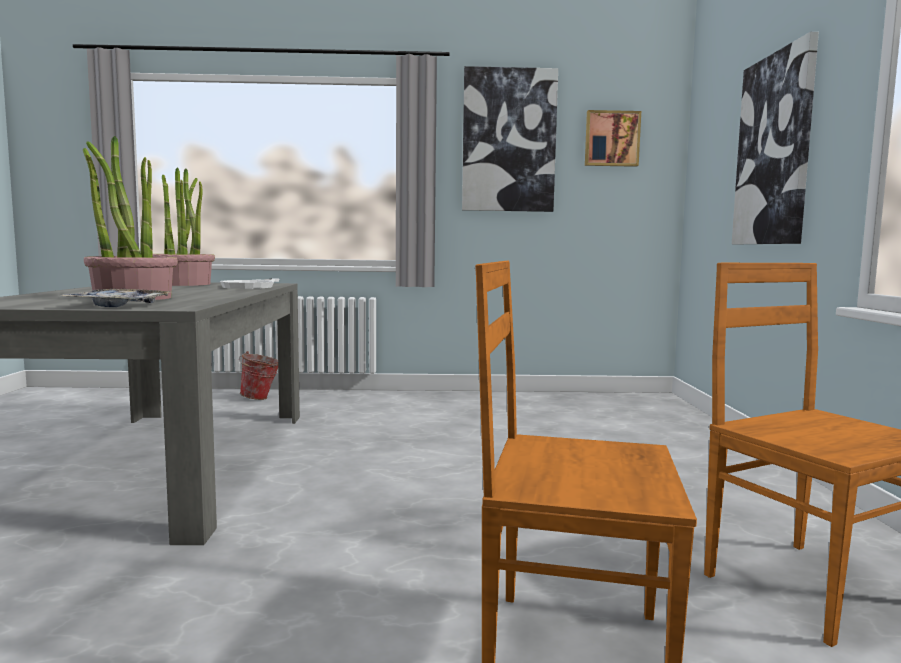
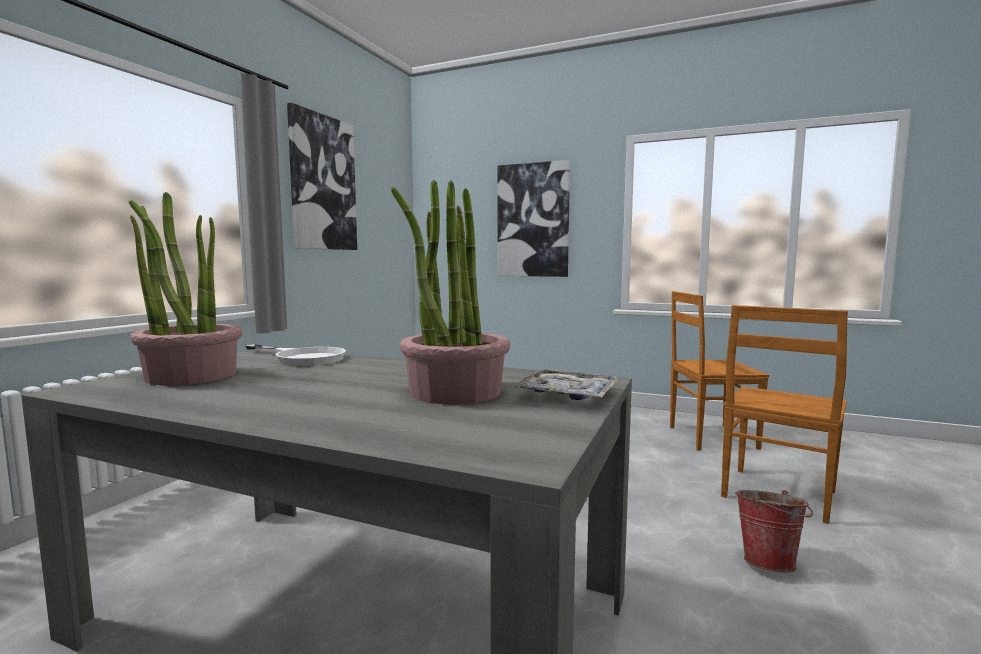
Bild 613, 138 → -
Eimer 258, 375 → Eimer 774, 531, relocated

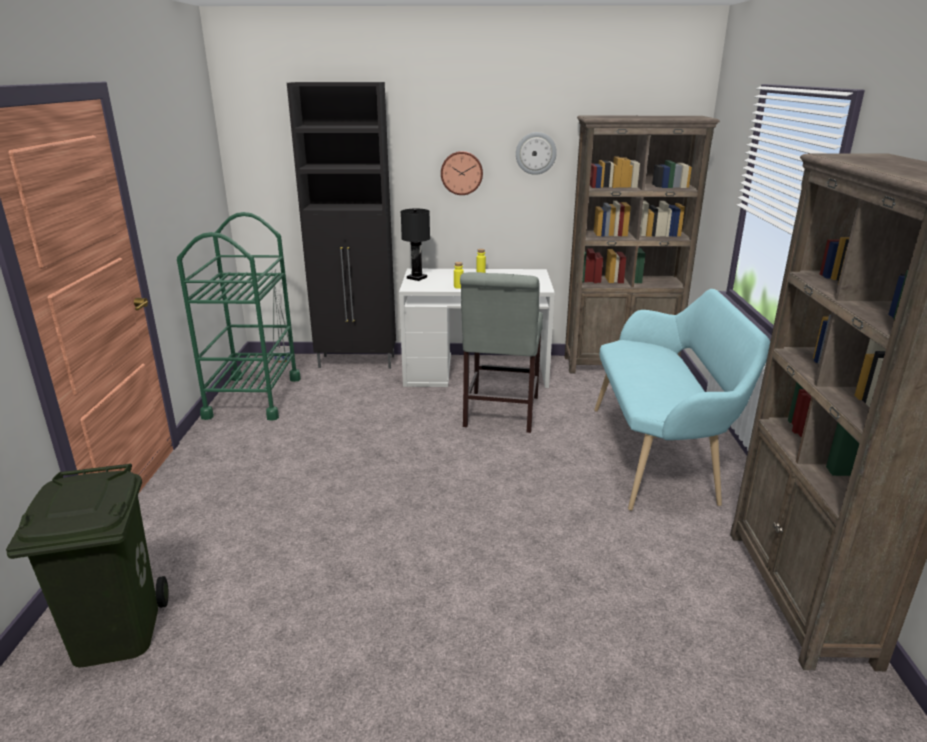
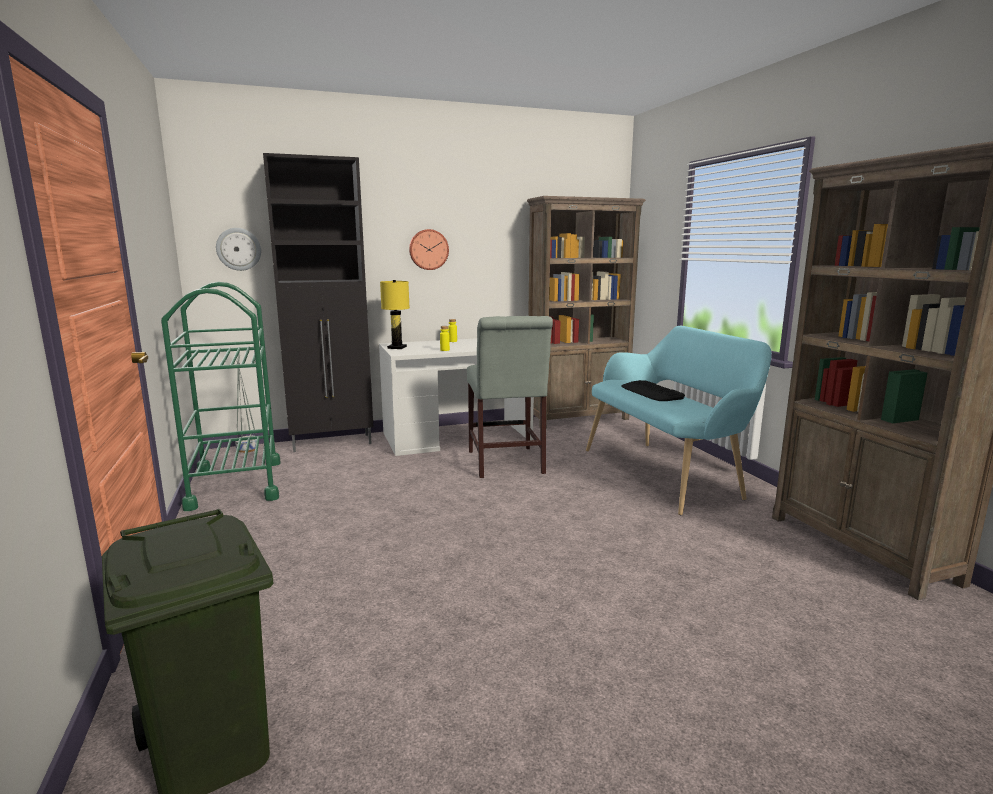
- → Tastatur 653, 390
Wanduhr 536, 153 → Wanduhr 238, 249, relocated
Tischlampe/schwarz 415, 245 → Tischlampe/gelb 395, 314

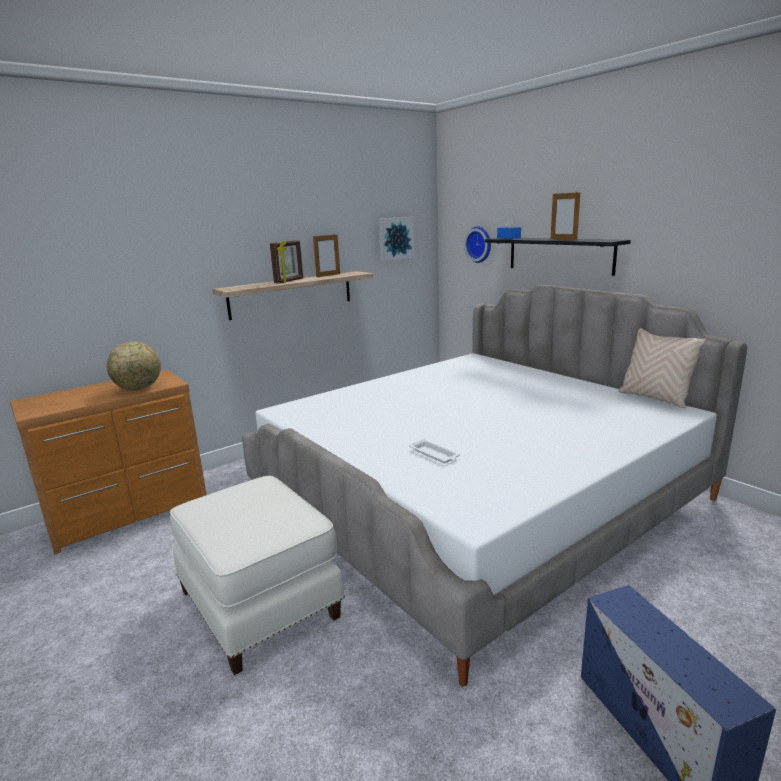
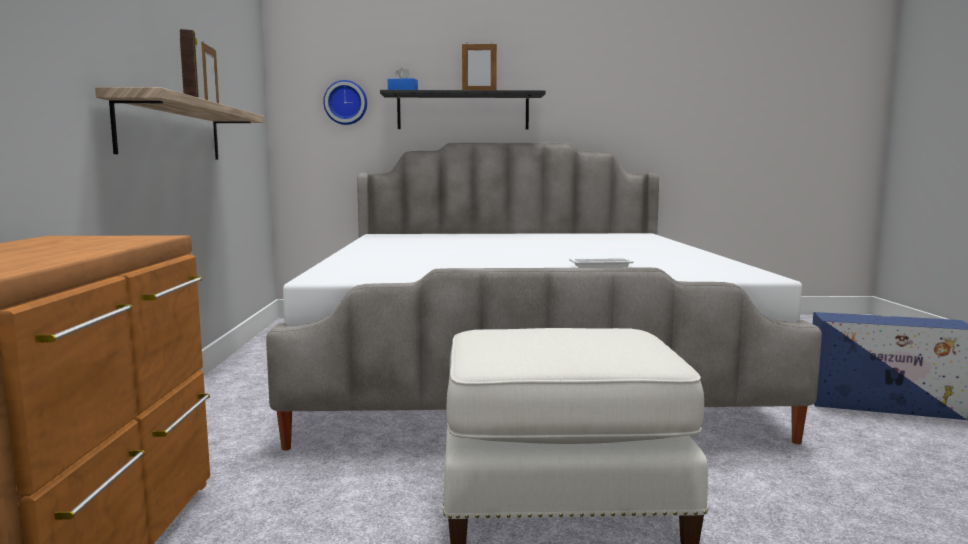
Globus 134, 366 → -
Bild 396, 239 → -
Kissen/beige 662, 368 → -

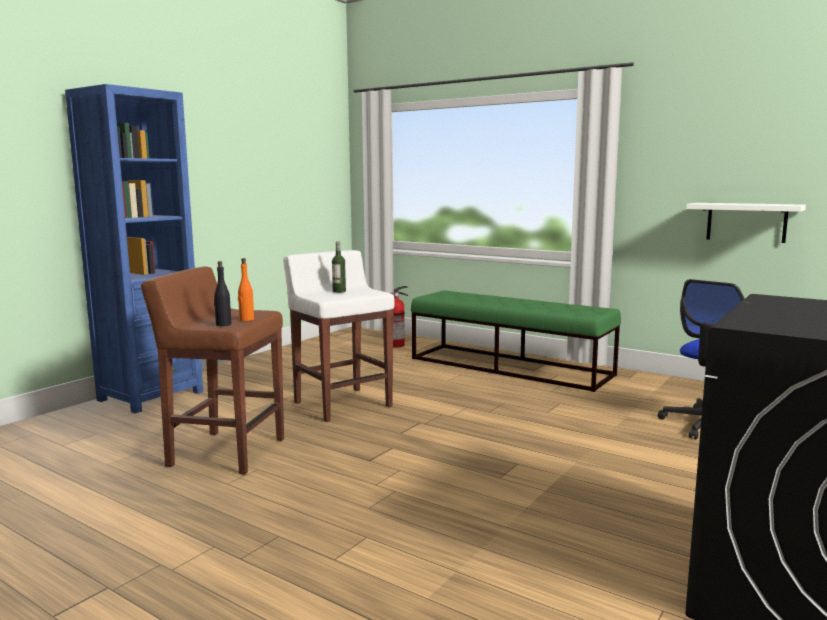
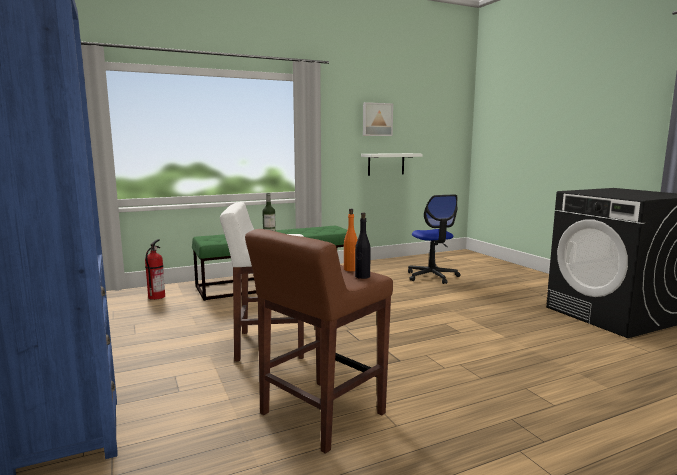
- → Bild 378, 119

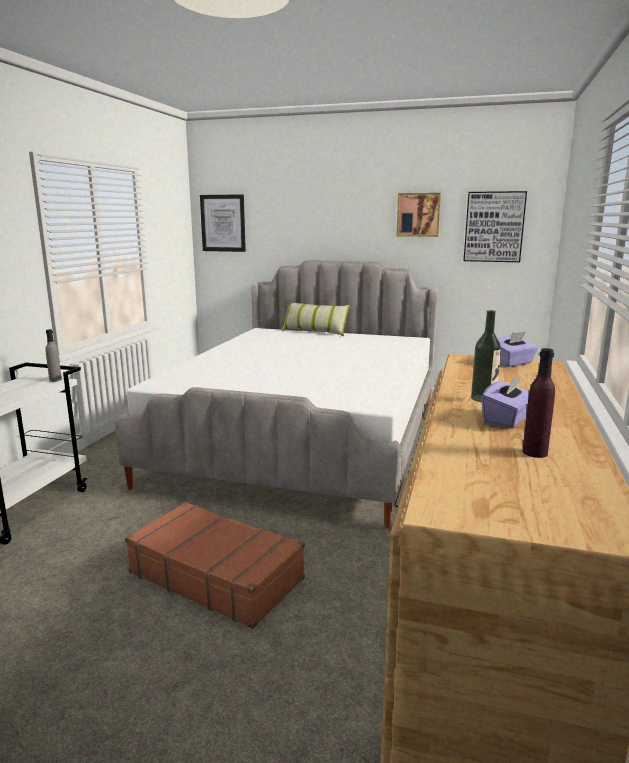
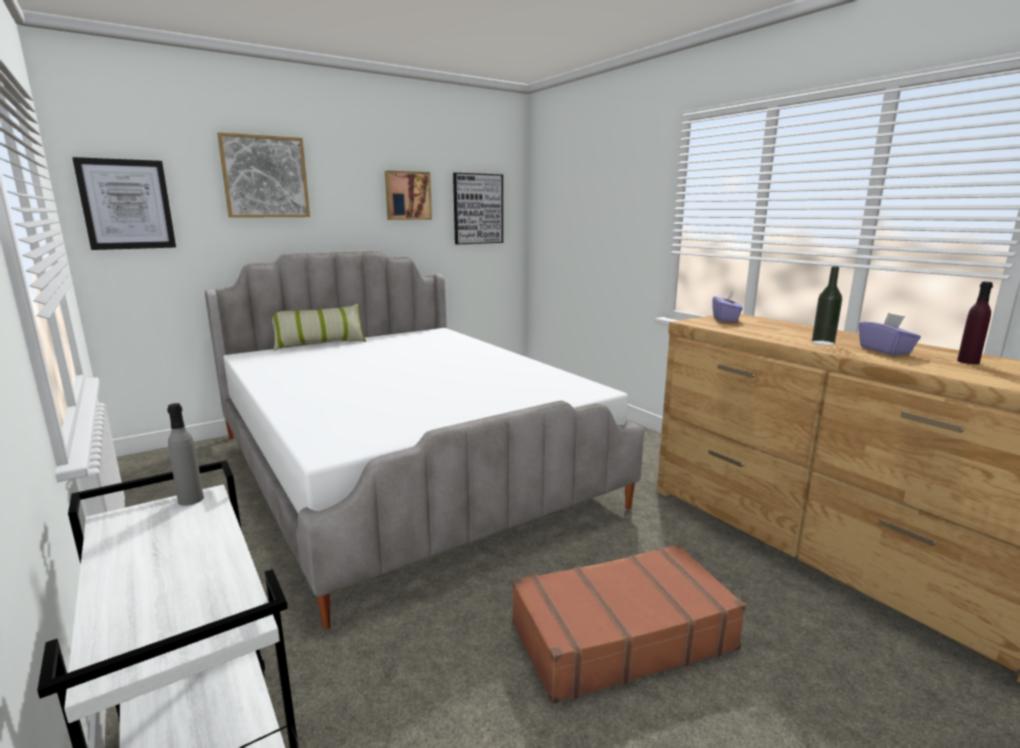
- → Bild 263, 175

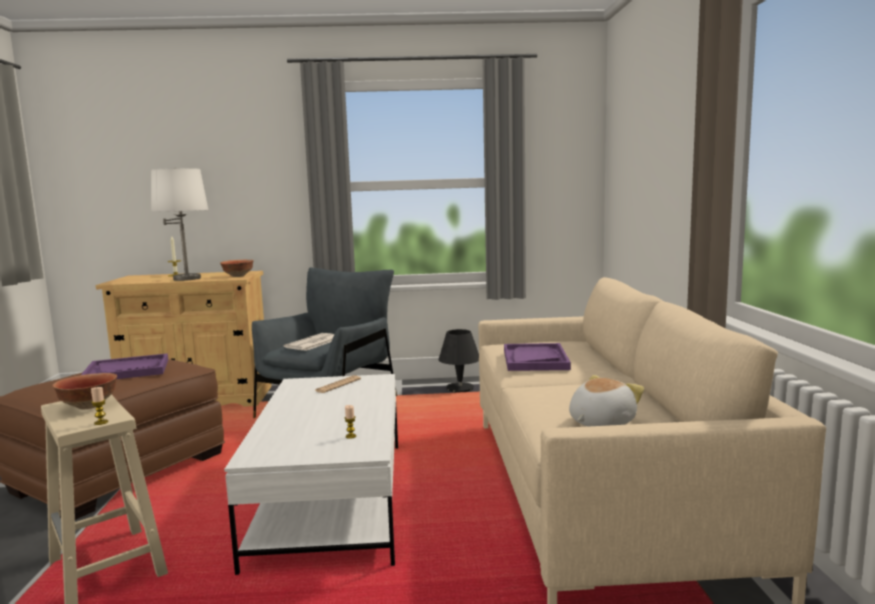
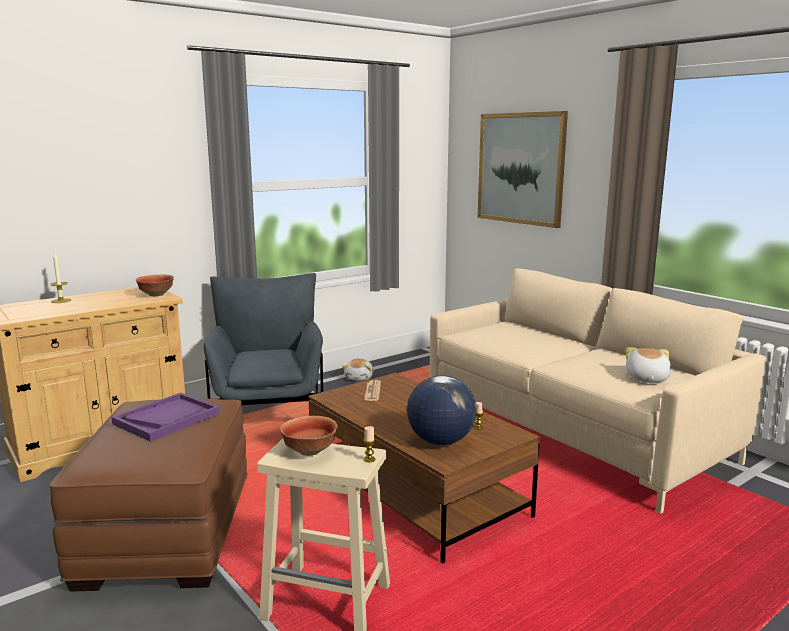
Tischlampe/weiß 179, 224 → -
Zeitung 309, 342 → -
Tablett/lila 537, 357 → -
- → Globus 441, 410
- → Bild 523, 169
Tischlampe/schwarz 459, 361 → Plüschtier 357, 370
Couchtisch/weiß 311, 474 → Couchtisch/braun 424, 468

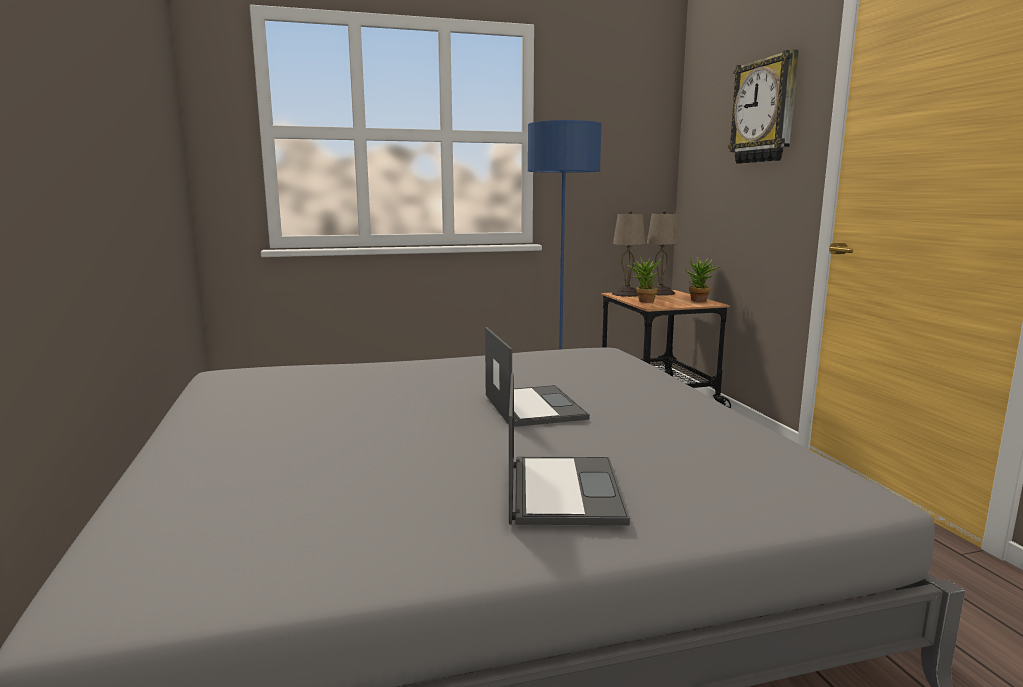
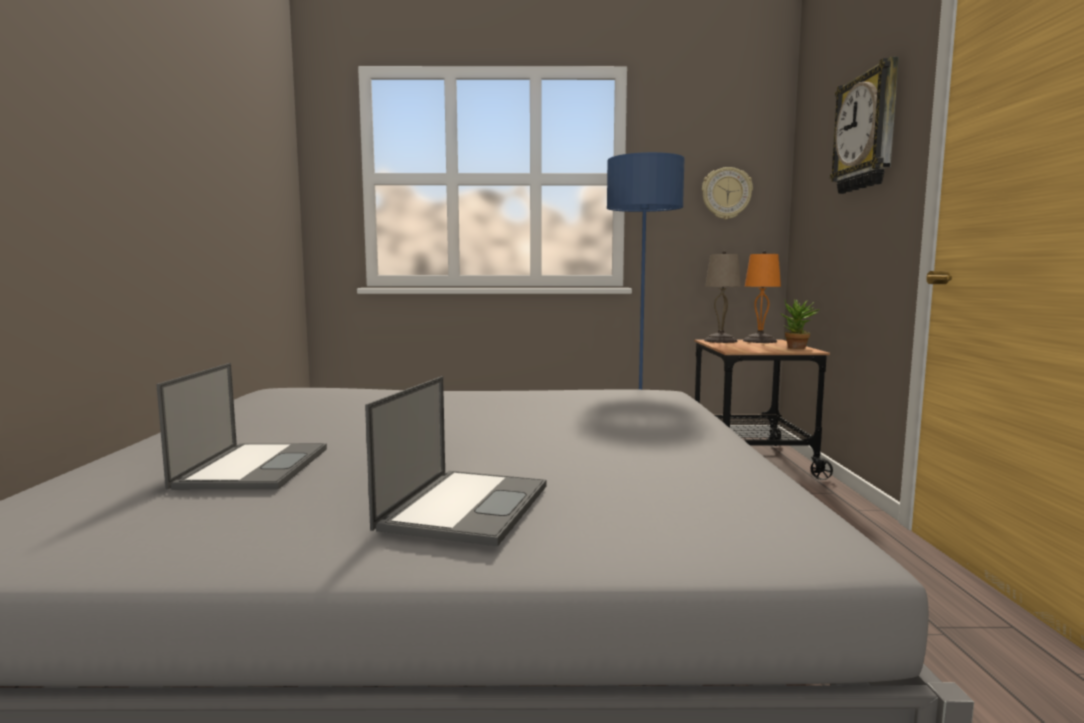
Topfpflanze 644, 279 → -
- → Wanduhr 727, 193
Laptop 537, 377 → Laptop 241, 426, relocated
Tischlampe/beige 663, 253 → Tischlampe/orange 762, 297

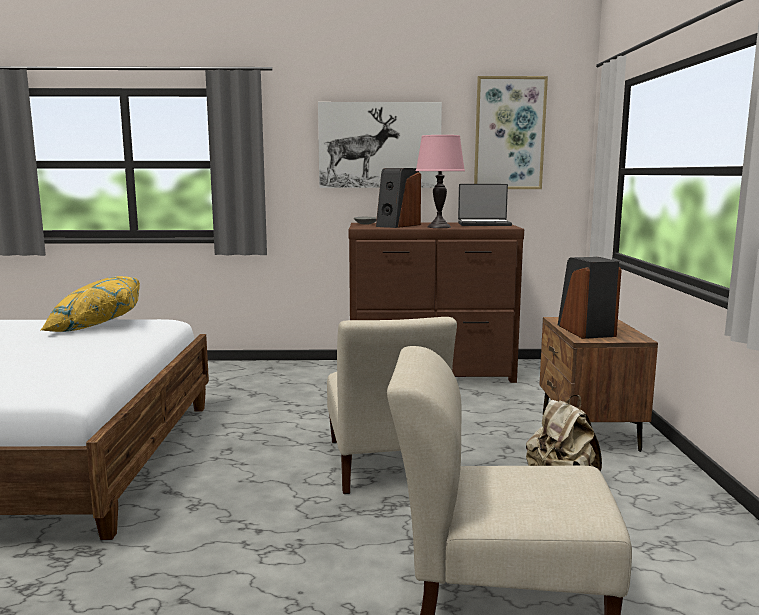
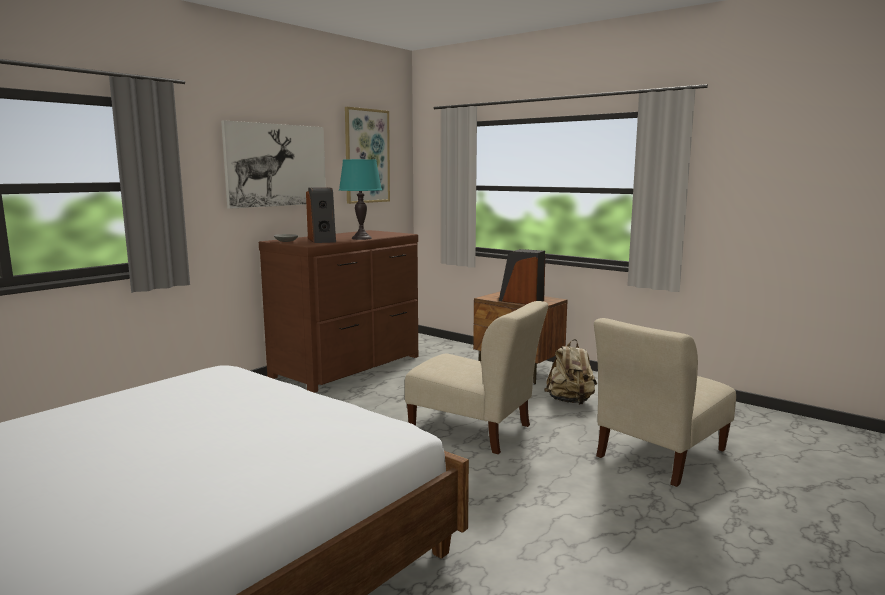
Kissen/gelb 90, 304 → -
Laptop 485, 205 → -
Tischlampe/rosa 440, 181 → Tischlampe/türkis 360, 199

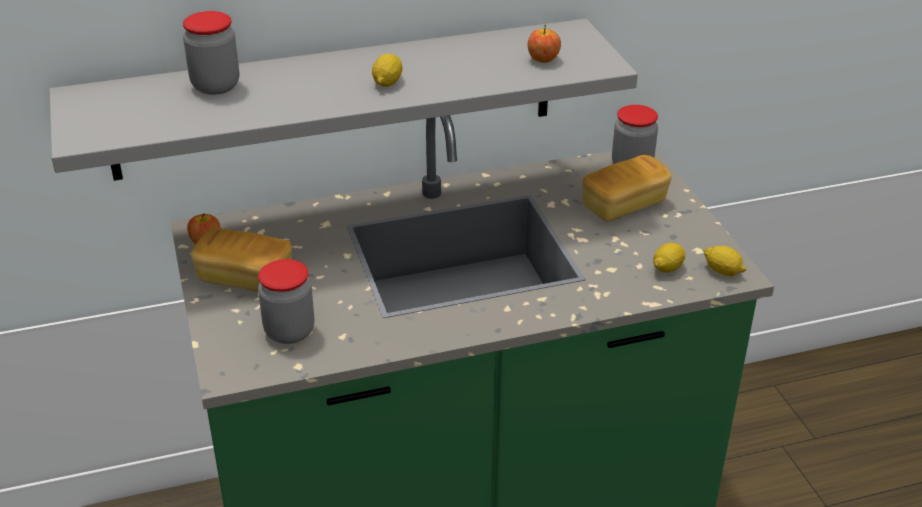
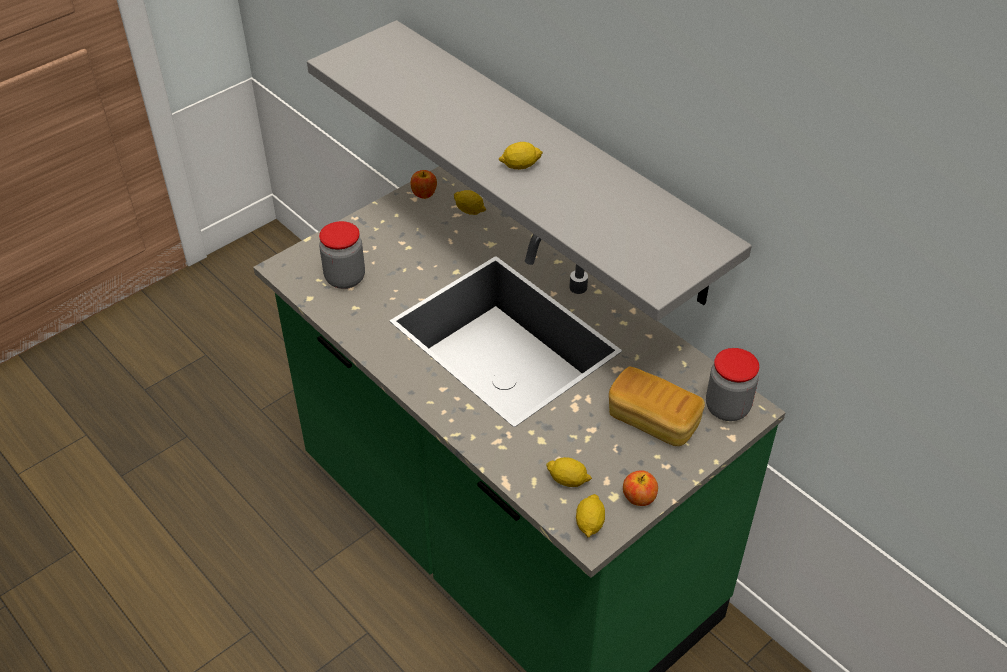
Vorratsglas 211, 53 → -
Brot 241, 259 → -
- → Zitrone 470, 202
Apfel 544, 43 → Apfel 640, 488, relocated

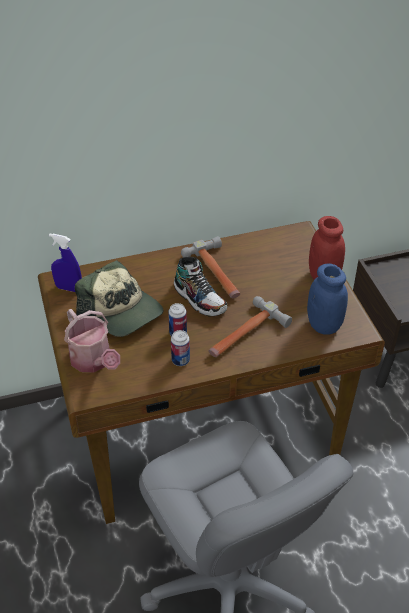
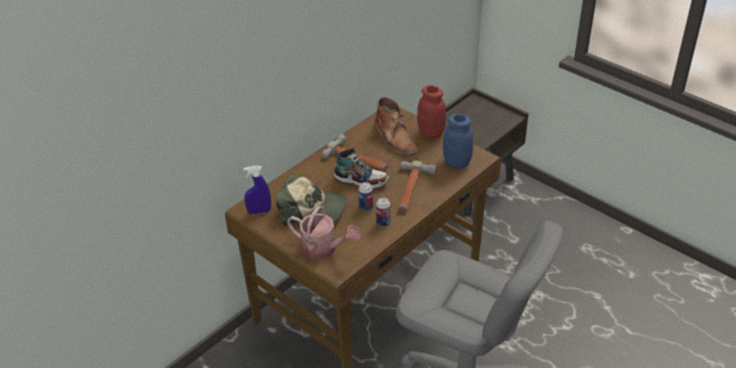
- → Stiefel/braun 396, 126

